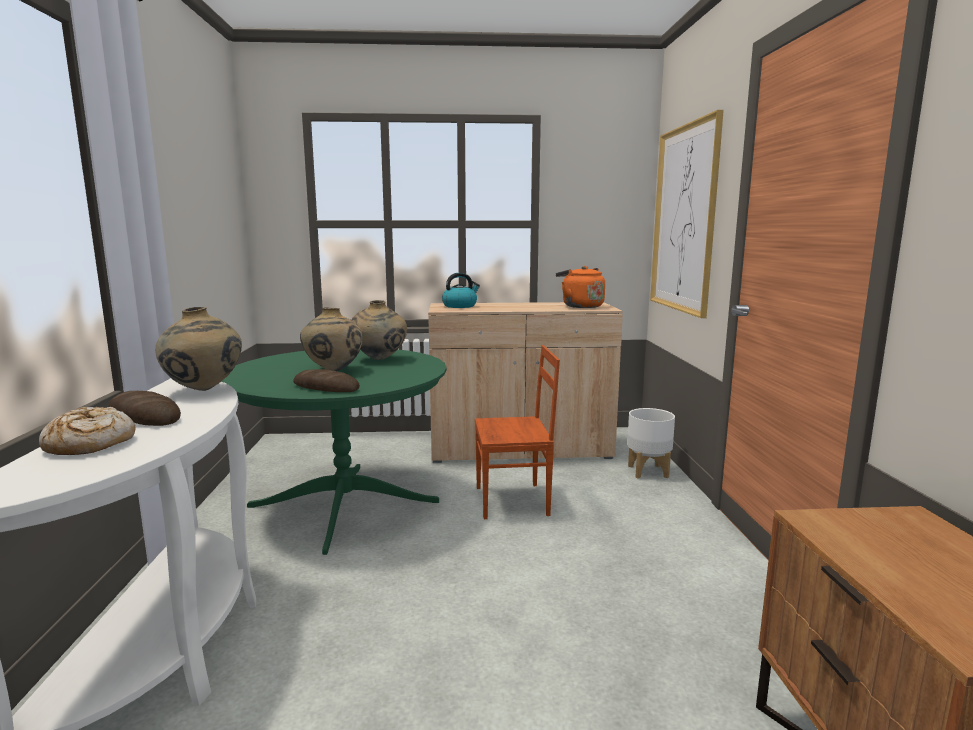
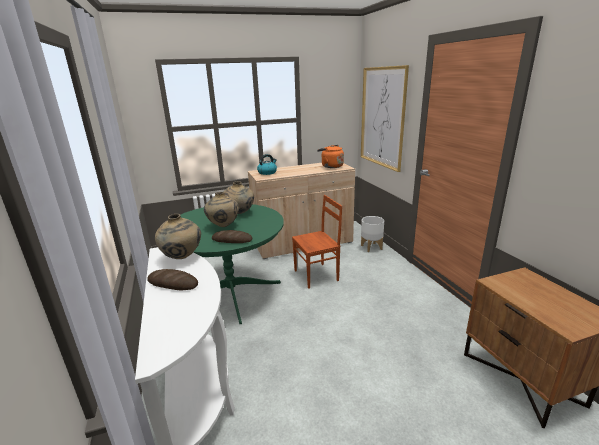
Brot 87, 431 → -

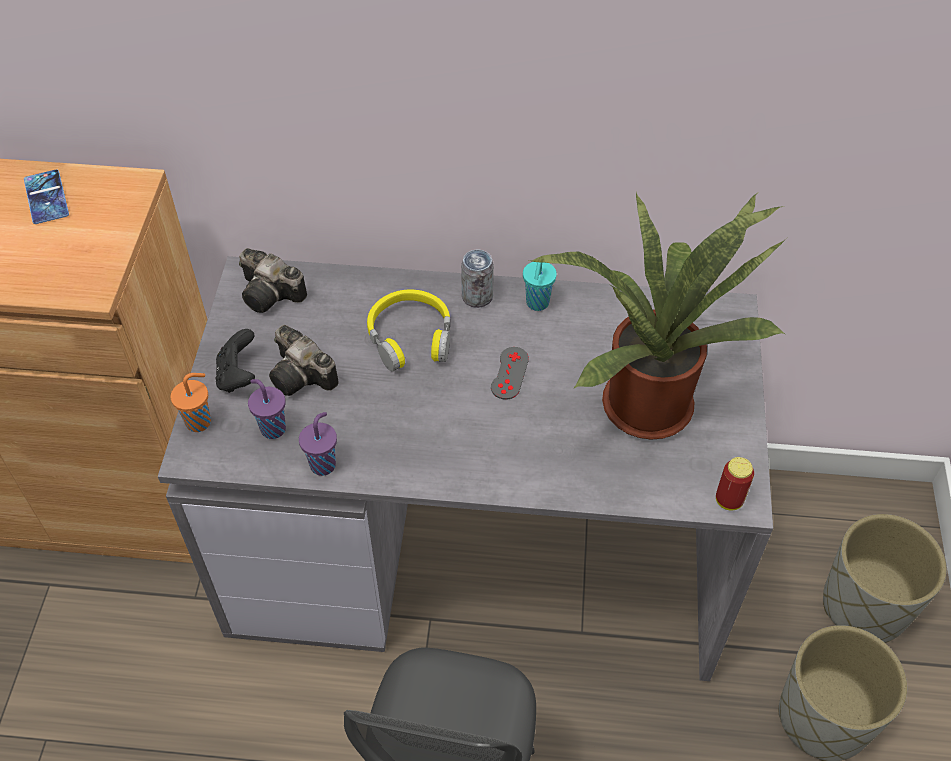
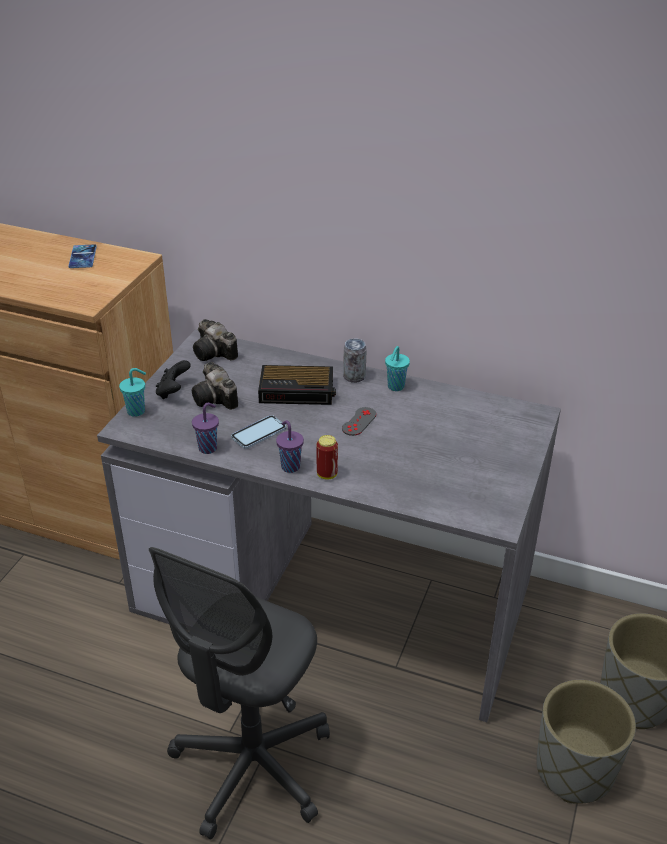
Topfpflanze 657, 316 → -
- → Handy 258, 432
Tasse/lila 267, 409 → Tasse/lila 290, 446, relocated
Dose 735, 484 → Dose 327, 457, relocated
Kopfhörer/gelb 408, 331 → Wecker 297, 385
Tasse/orange 191, 402 → Tasse/türkis 132, 392

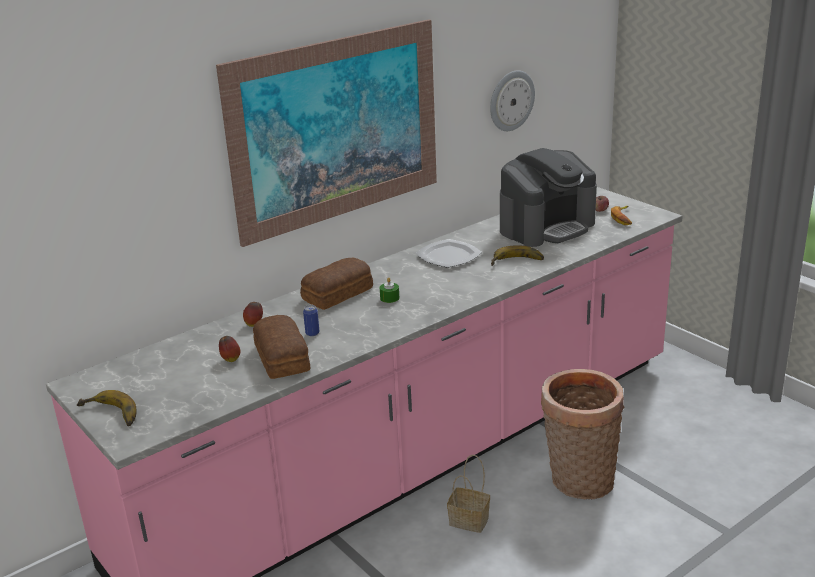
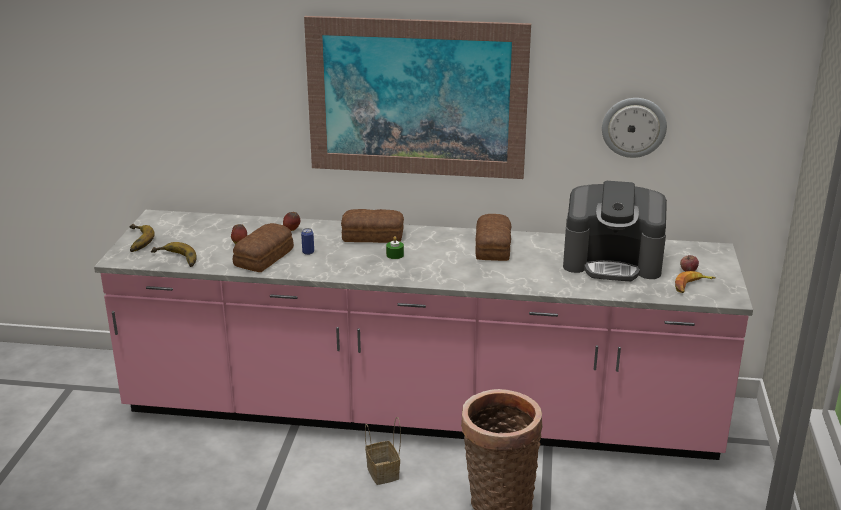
Banane 517, 255 → Banane 173, 254, relocated
Teller 448, 253 → Brot 493, 237

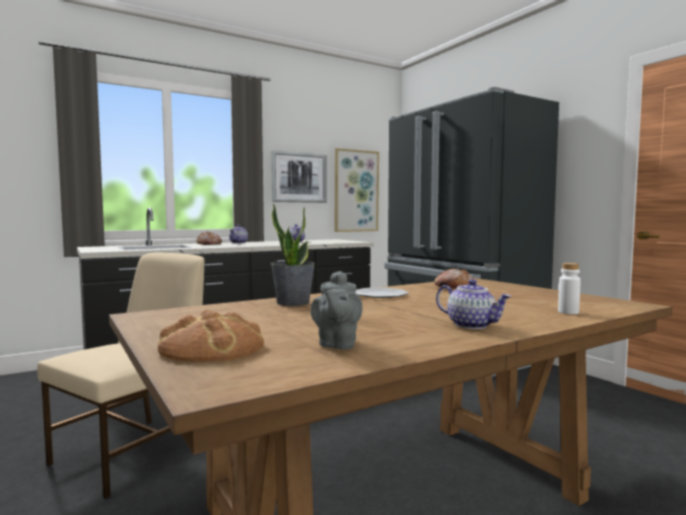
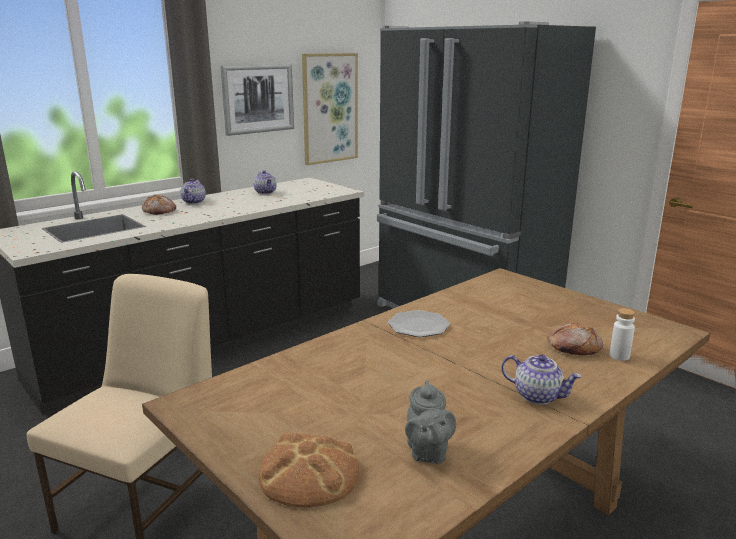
Topfpflanze 292, 254 → -
Brot 453, 279 → Brot 575, 339, relocated

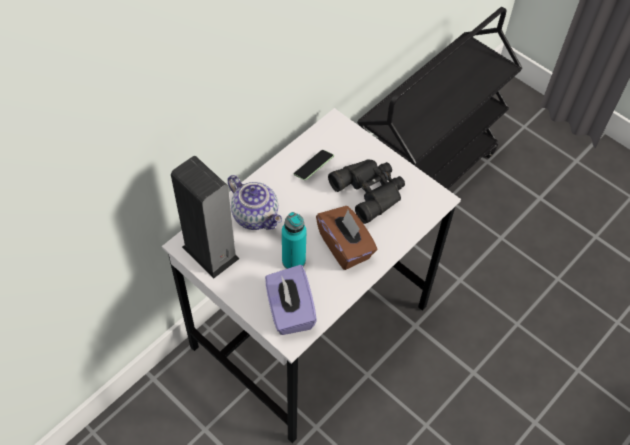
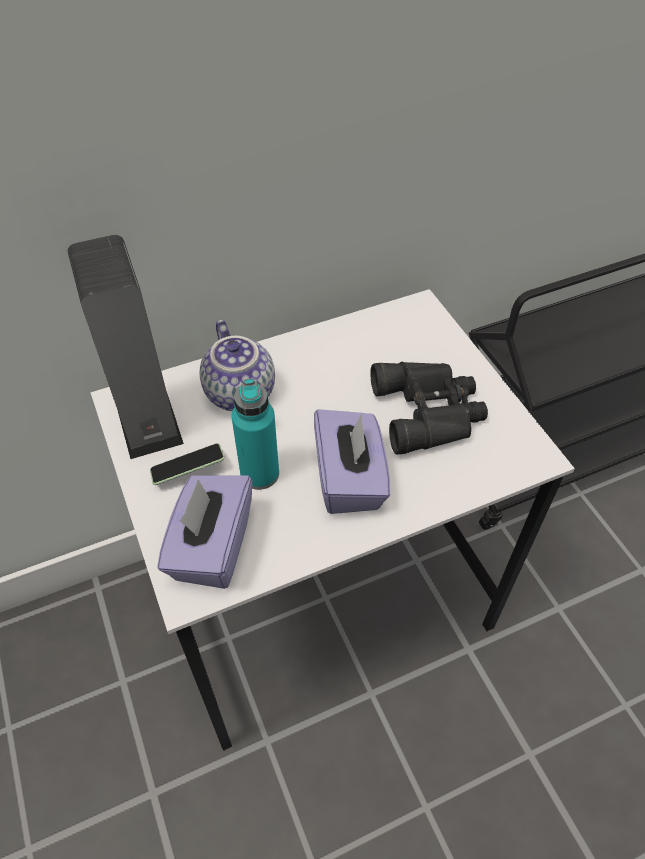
Handy 314, 165 → Handy 187, 464, relocated
Taschentuchbox/braun 346, 238 → Taschentuchbox/lila 352, 461

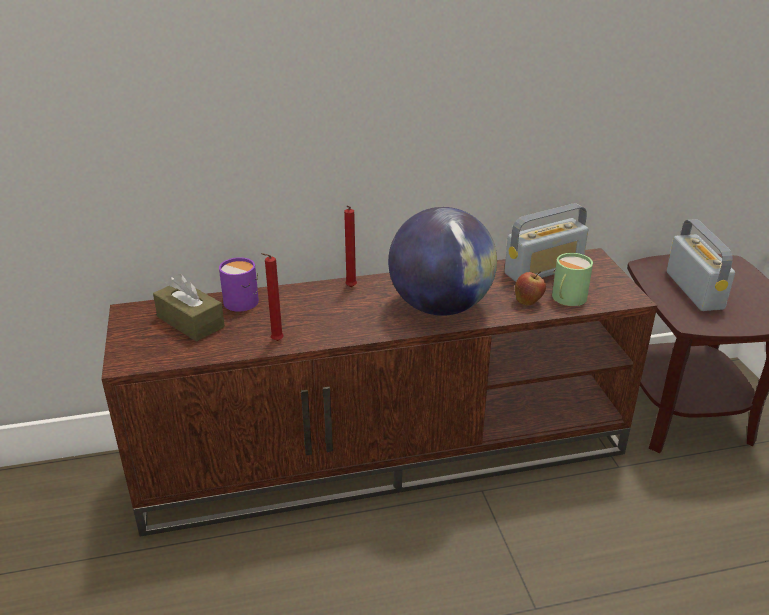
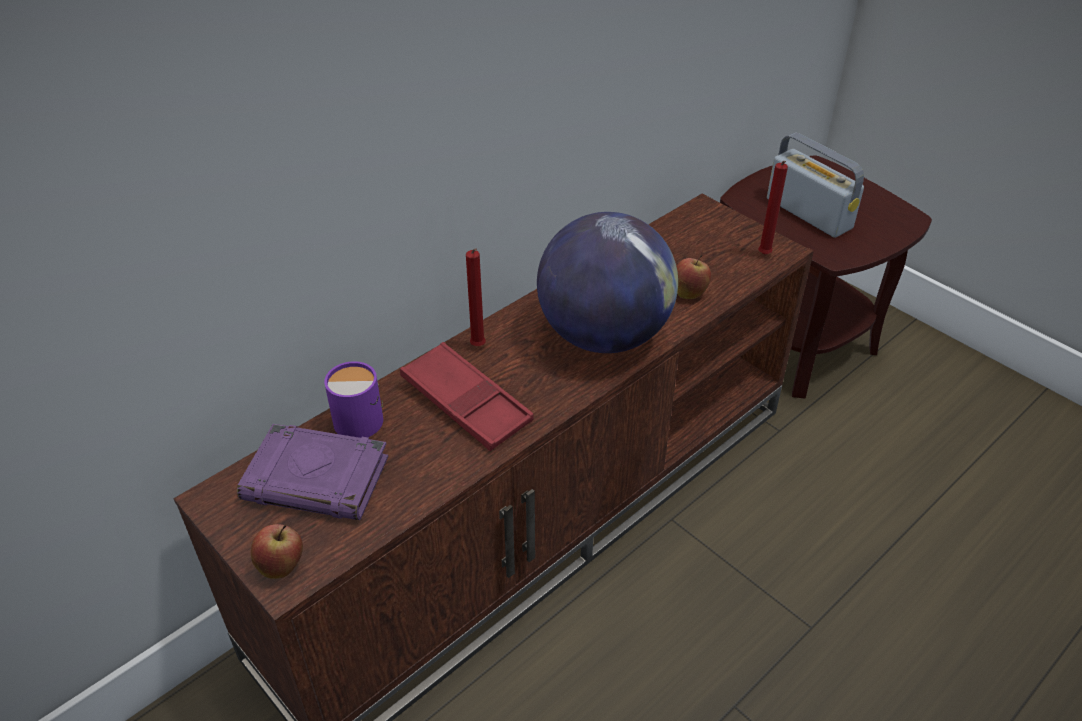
Radio 546, 242 → -
Henkelbecher/grün 572, 279 → -
- → Apfel 277, 551
- → Tablett/rot 467, 396
Kerze/rot 272, 297 → Kerze/rot 773, 208, relocated
Taschentuchbox/braun 189, 308 → Buch/lila 313, 472

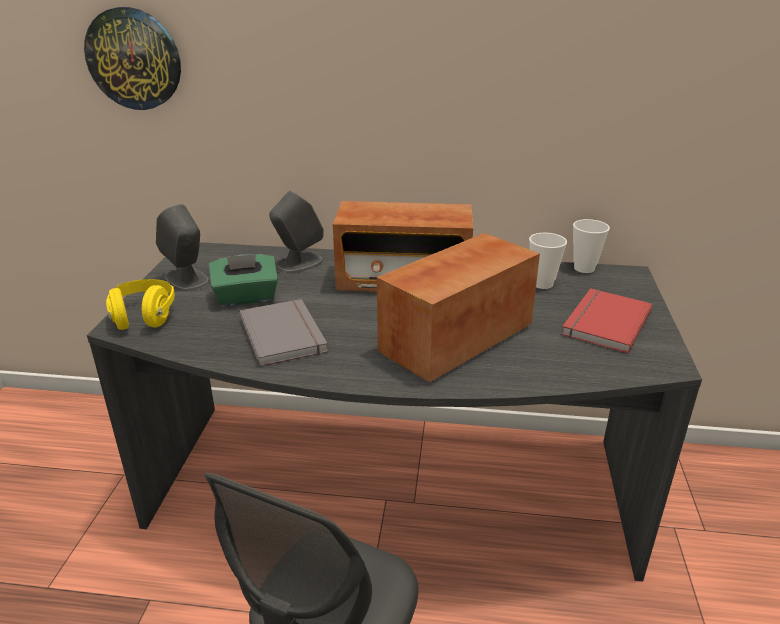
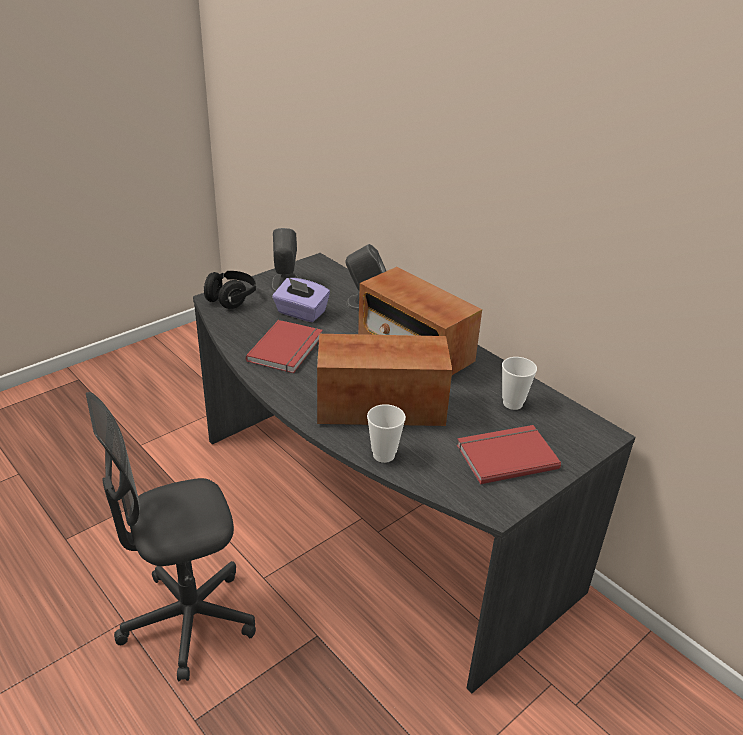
Wanduhr 132, 58 → -
Tasse 591, 246 → Tasse 386, 433, relocated
Kopfhörer/gelb 140, 304 → Kopfhörer/schwarz 230, 290
Taschentuchbox/grün 243, 280 → Taschentuchbox/lila 301, 300
Buch/grau 283, 332 → Buch/rot 284, 346

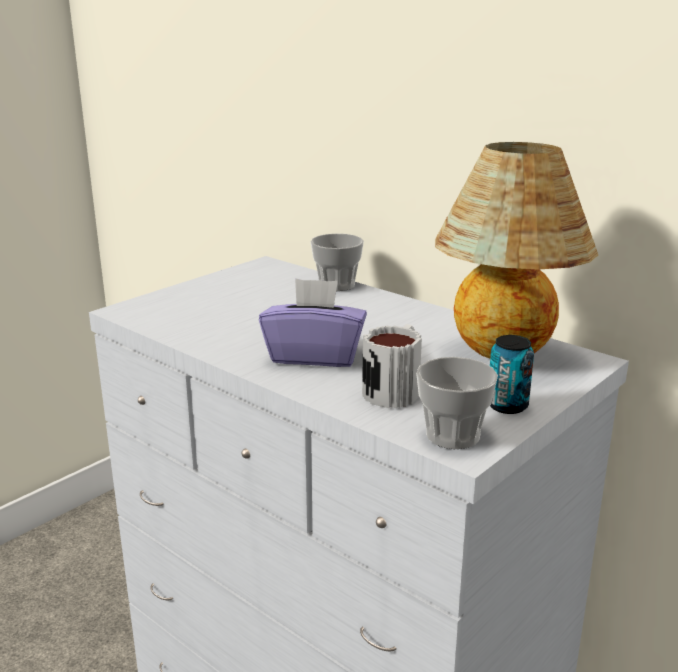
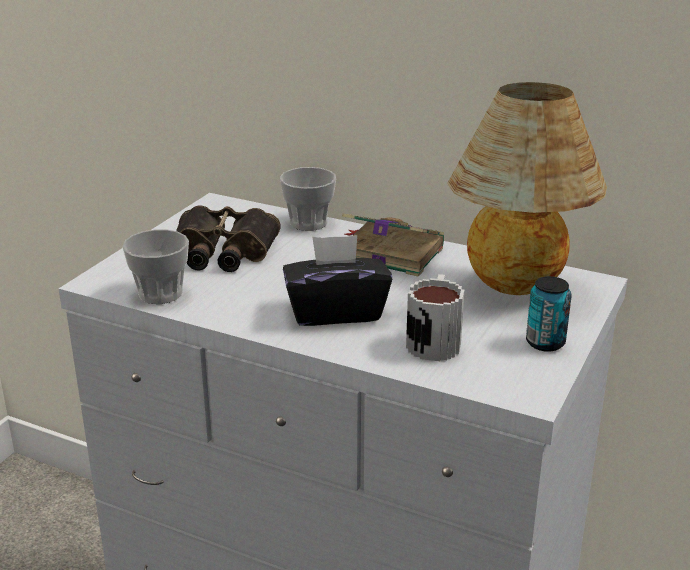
- → Fernglas 228, 238
- → Buch 393, 245
Tasse 457, 403 → Tasse 155, 266, relocated
Taschentuchbox/lila 313, 322 → Taschentuchbox/schwarz 337, 280

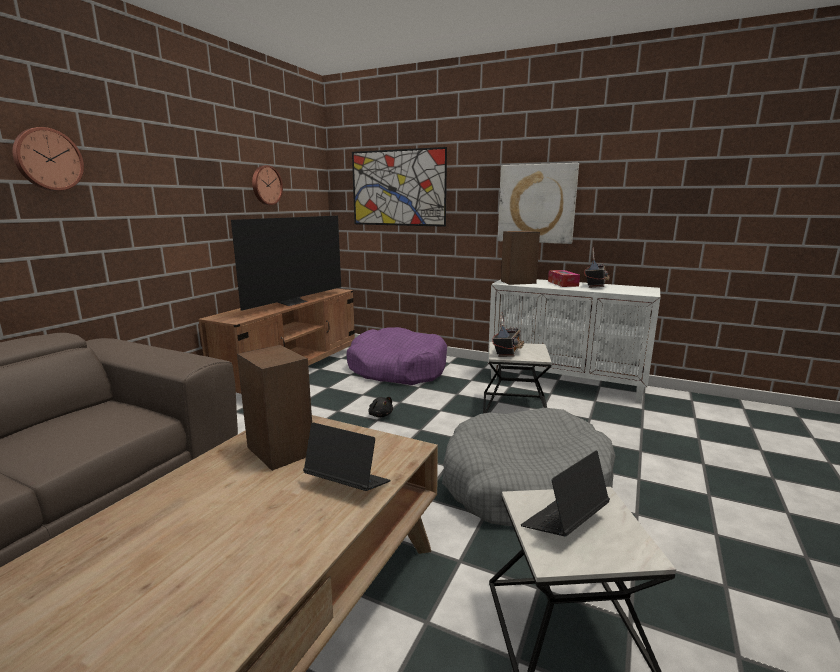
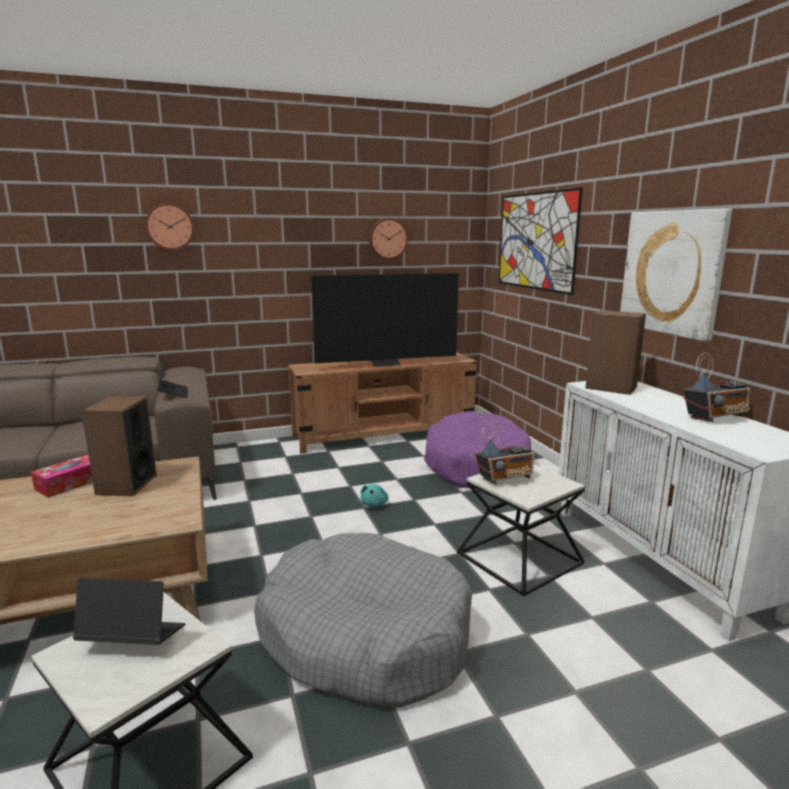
Laptop 347, 456 → Laptop 172, 377, relocated
Taschentuchbox 564, 278 → Taschentuchbox 62, 476, relocated
Plüschtier/schwarz 380, 407 → Plüschtier/türkis 374, 495

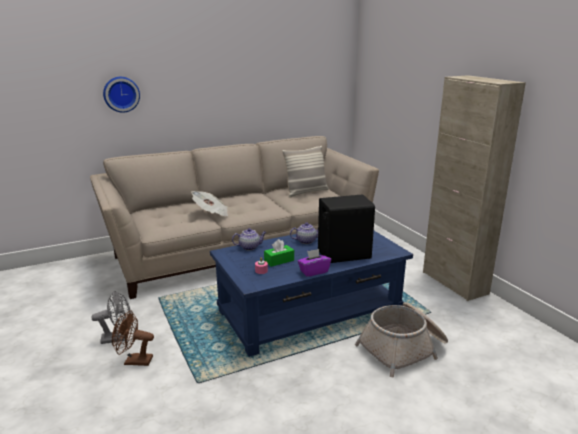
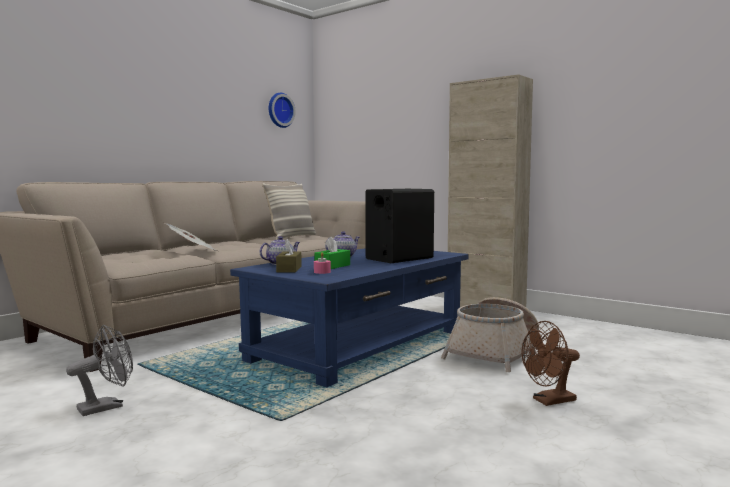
Taschentuchbox/lila 314, 263 → -
- → Taschentuchbox/braun 289, 255
Wanduhr 121, 95 → Wanduhr 282, 110, relocated
Ventilator/braun 133, 338 → Ventilator/braun 550, 363, relocated

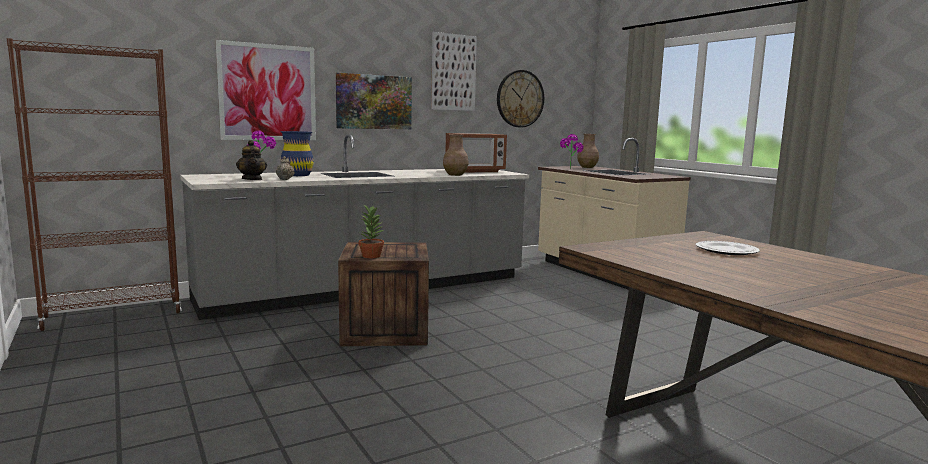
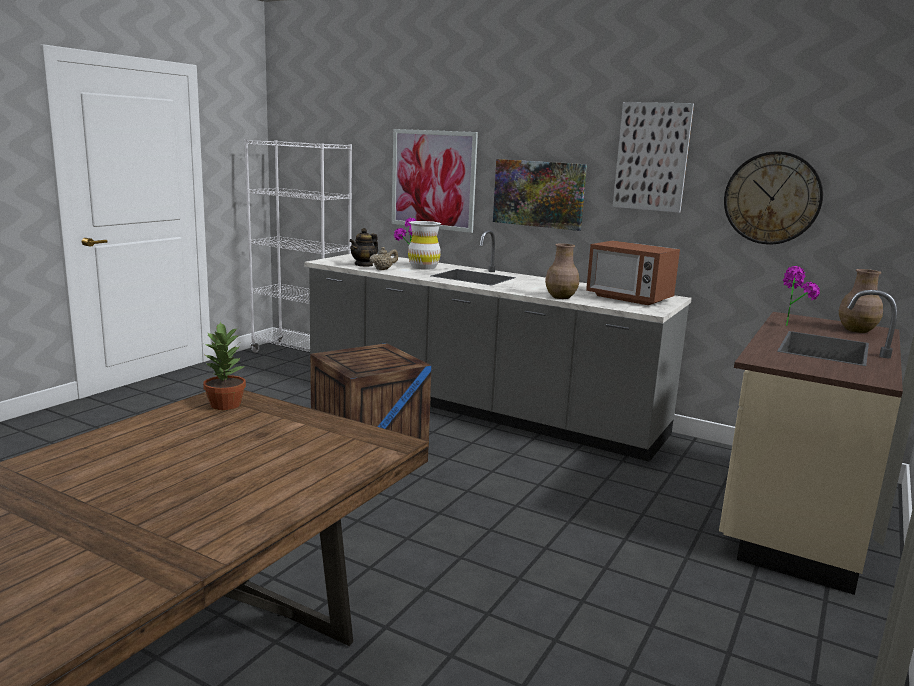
Teller 728, 248 → -
Topfpflanze 371, 231 → Topfpflanze 224, 366, relocated
Bücherregal/braun 94, 184 → Bücherregal/weiß 298, 246
Vase/blau 297, 153 → Vase/weiß 424, 245

